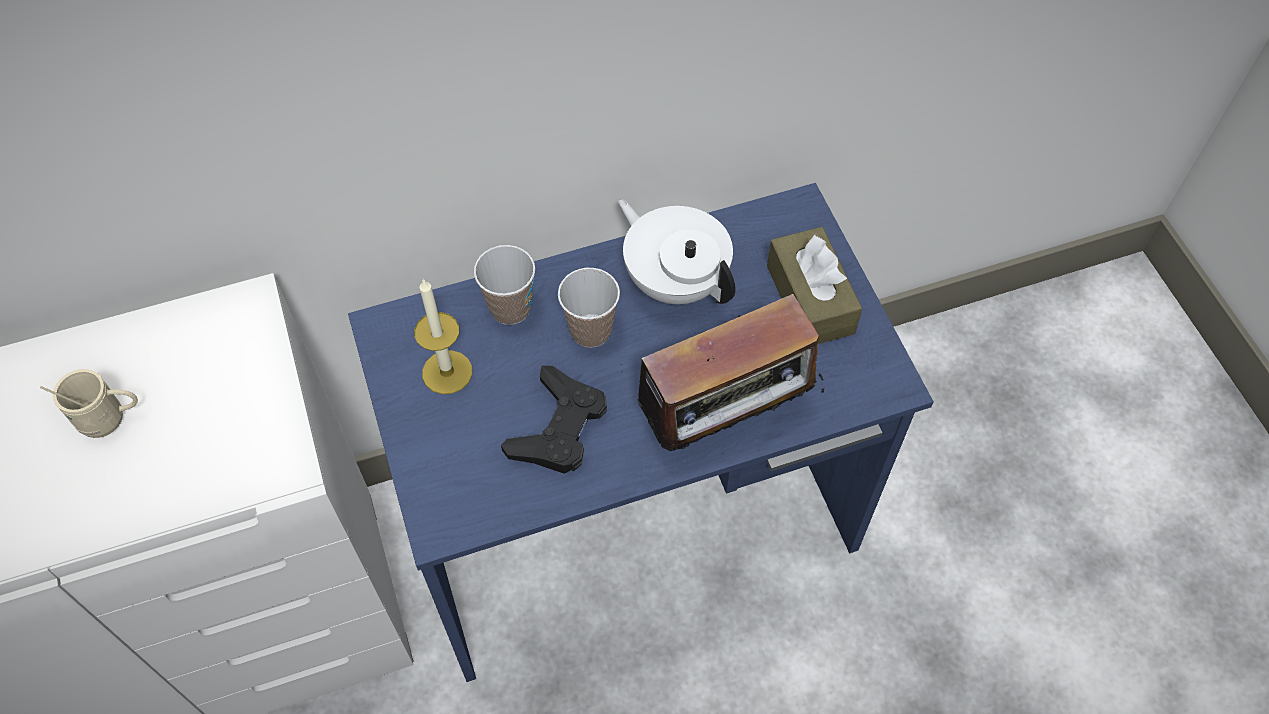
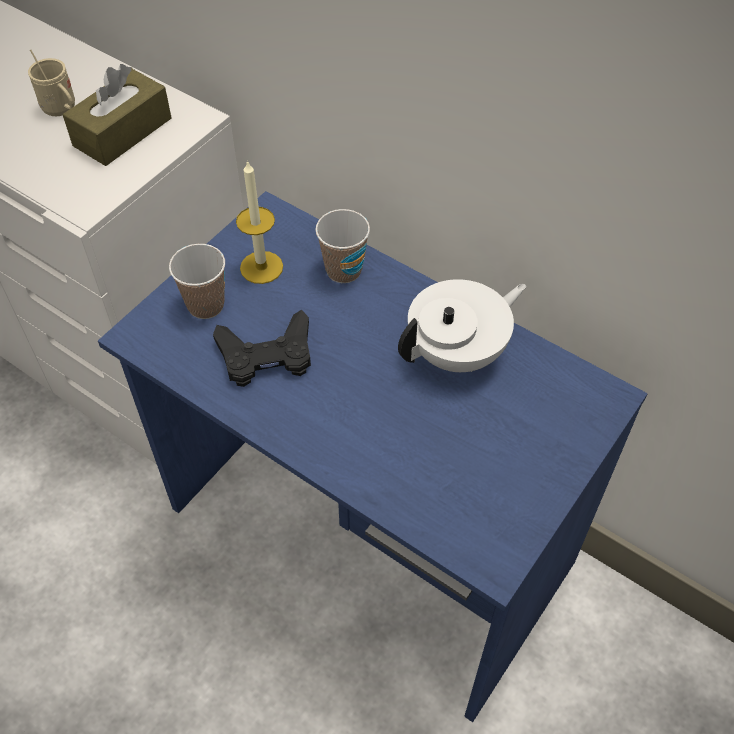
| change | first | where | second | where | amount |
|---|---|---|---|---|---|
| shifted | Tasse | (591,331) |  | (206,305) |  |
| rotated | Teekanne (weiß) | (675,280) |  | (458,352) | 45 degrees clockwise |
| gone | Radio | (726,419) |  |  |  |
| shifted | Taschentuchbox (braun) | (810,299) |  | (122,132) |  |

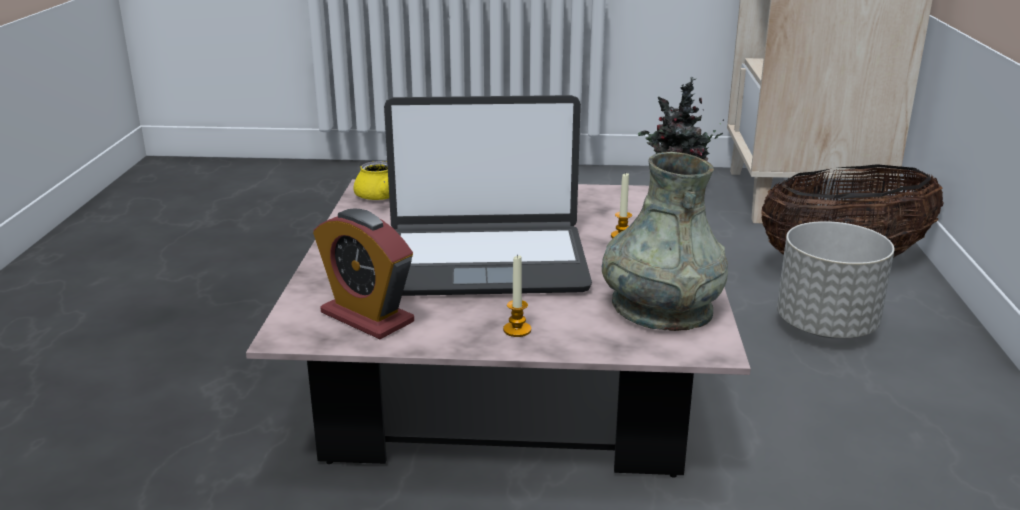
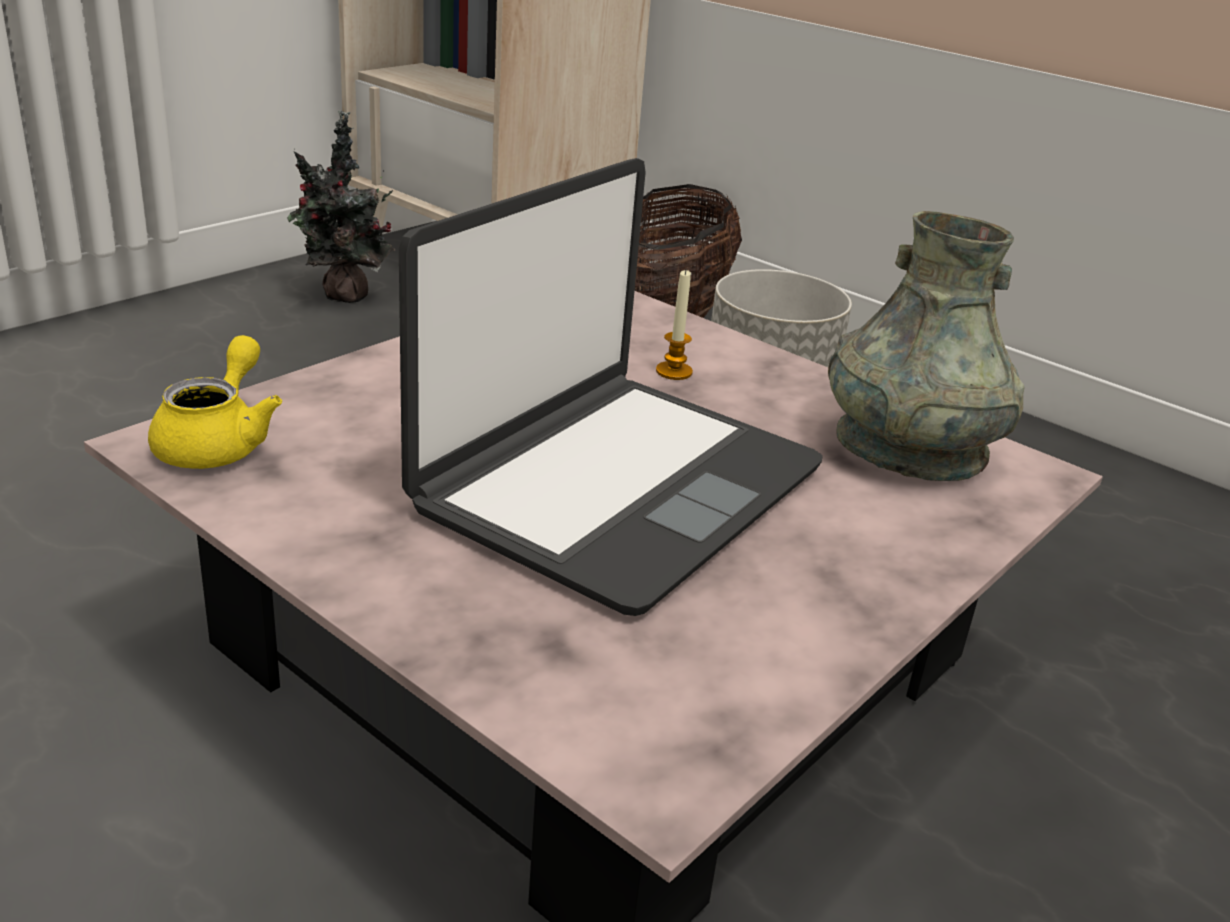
| change | first | where | second | where | amount |
|---|---|---|---|---|---|
| gone | Wecker | (367,317) |  |  |  |
| gone | Kerze | (517,330) |  |  |  |

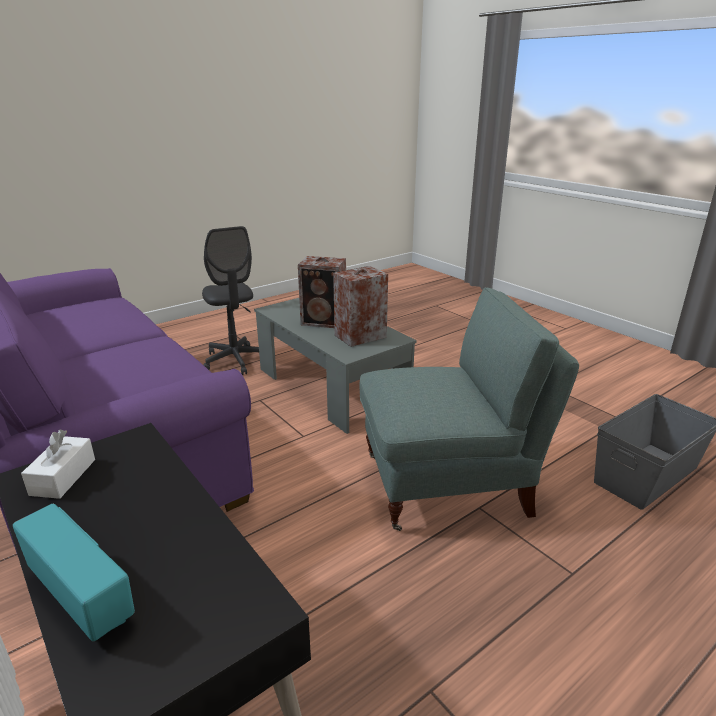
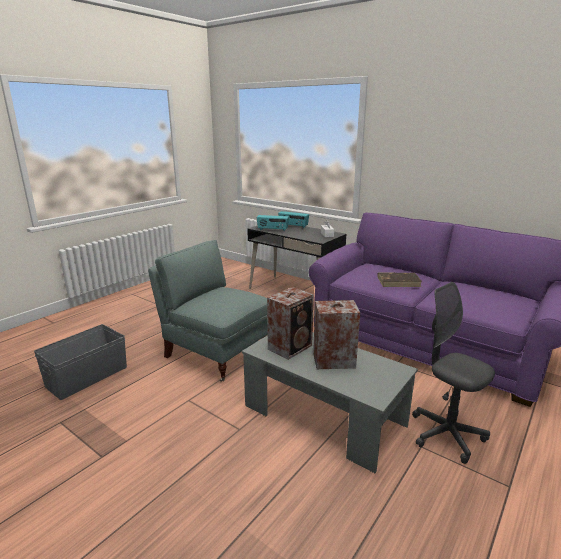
| change | first | where | second | where | amount |
|---|---|---|---|---|---|
| rotated | Sessel (grau) | (447,484) |  | (216,354) | 60 degrees clockwise |
| new |  |  | Radio | (272,230) |  |
| new |  |  | Buch (braun) | (399,281) |  |

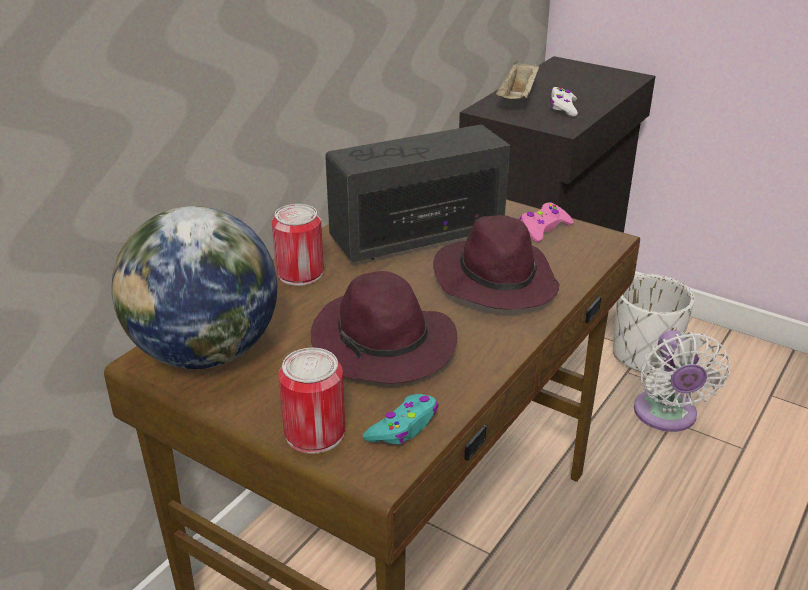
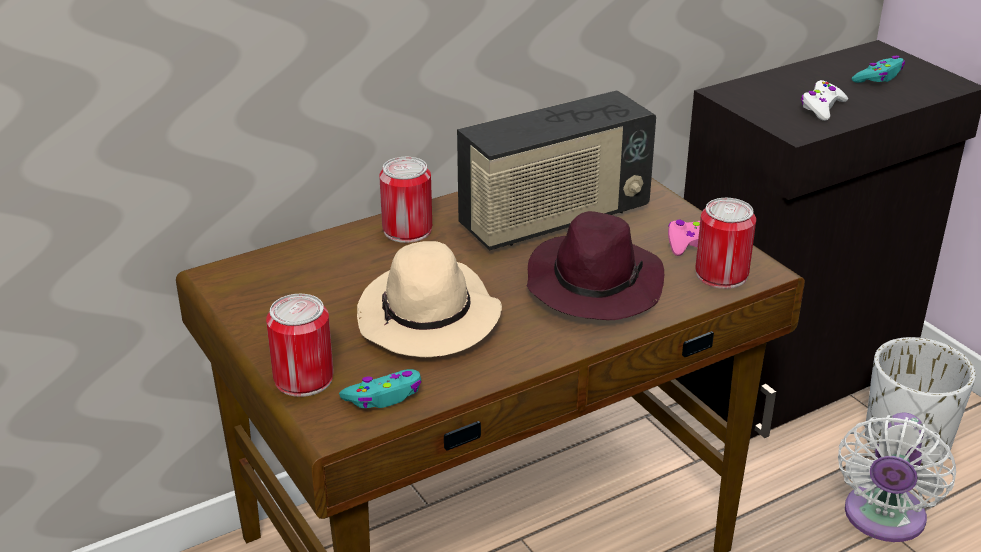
| change | first | where | second | where | amount |
|---|---|---|---|---|---|
| gone | Globus | (205,353) |  |  |  |
| repainted | Hut (lila) | (384,345) | Hut (beige) | (429,319) |  |
| rotated | Radio | (417,236) |  | (554,219) | 150 degrees clockwise |
| gone | Tablett (beige) | (518,98) |  |  |  |
| new |  |  | Dose | (721,274) |  |
| new |  |  | Gamepad (türkis) | (878,77) |  |

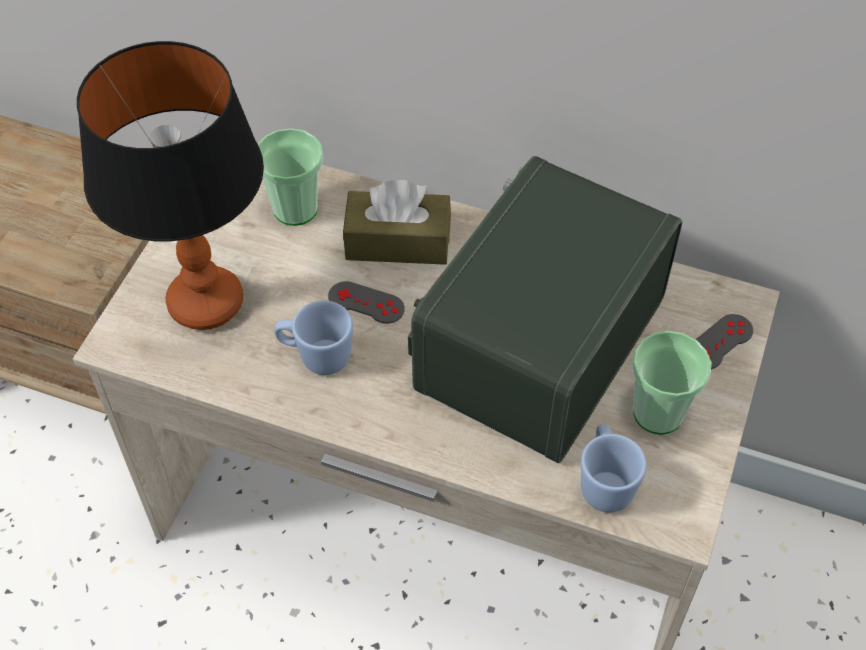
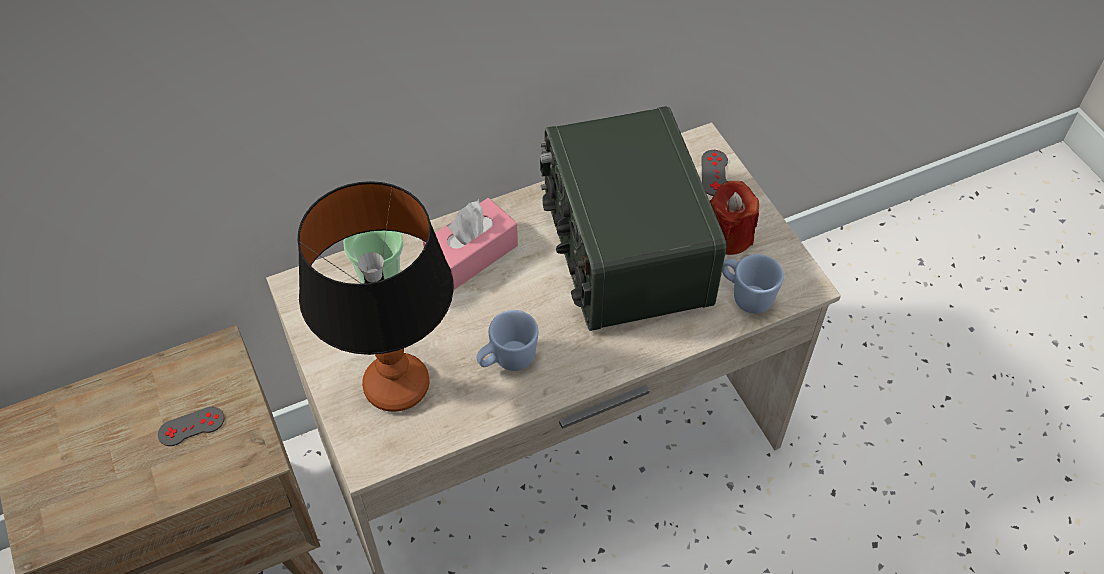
| change | first | where | second | where | amount |
|---|---|---|---|---|---|
| shifted | Gamepad (grau) | (366,303) |  | (191,426) |  |
| repainted | Taschentuchbox (braun) | (398,242) | Taschentuchbox (rosa) | (472,254) |  |
| swapped | Tasse | (658,413) | Kerze (rot) | (728,237) |  |

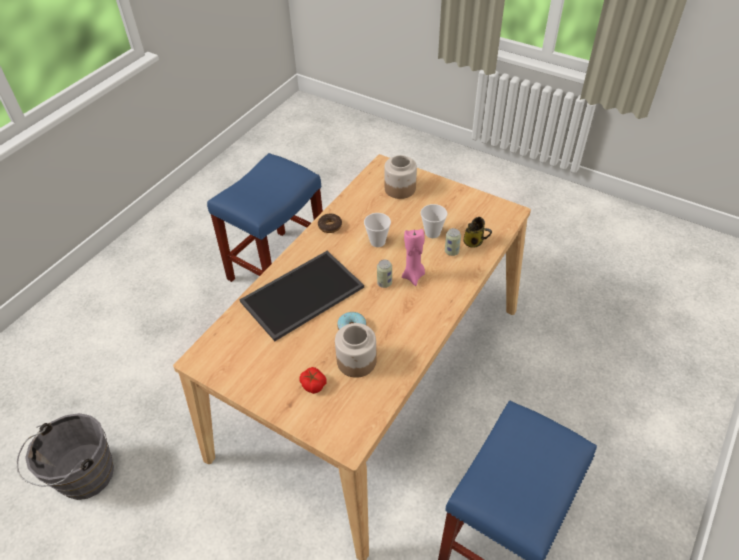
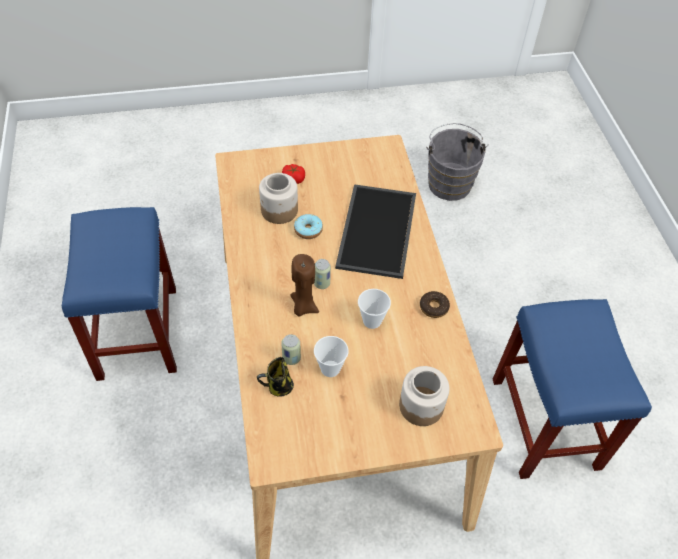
| change | first | where | second | where | amount |
|---|---|---|---|---|---|
| repainted | Kerze (rosa) | (413,276) | Kerze (braun) | (303,307) |  |

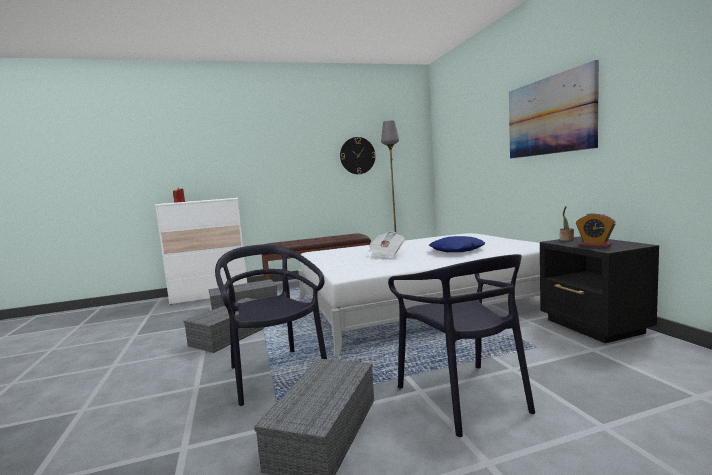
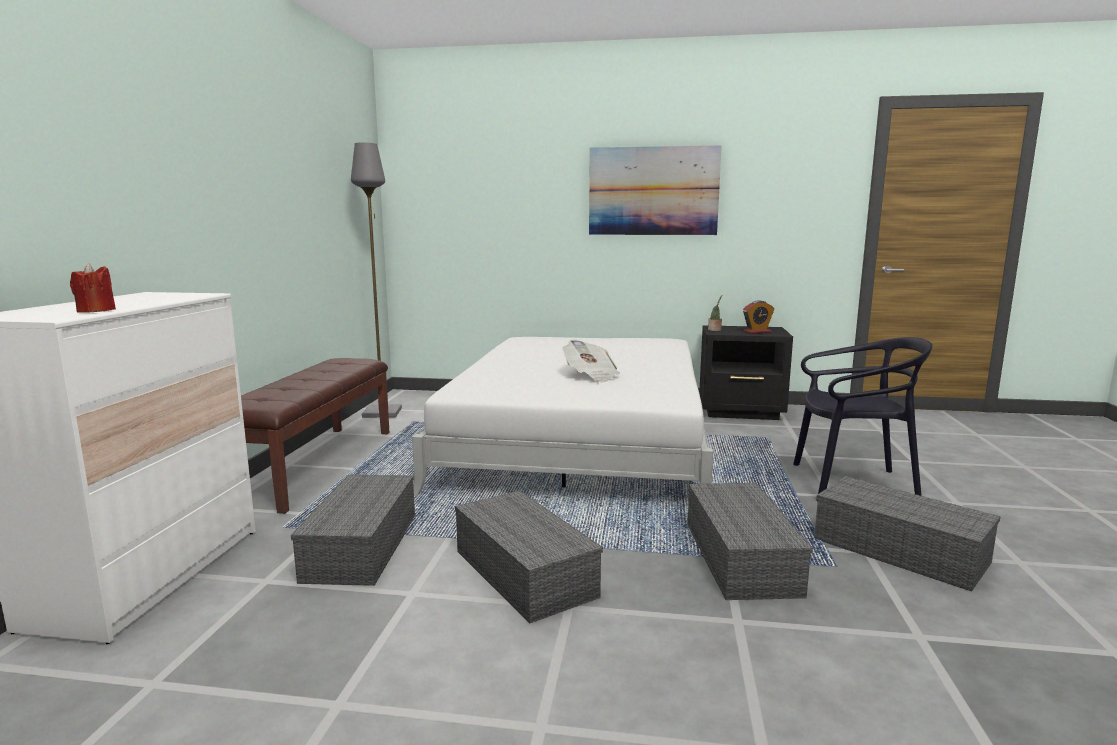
| change | first | where | second | where | amount |
|---|---|---|---|---|---|
| swapped | Stuhl (schwarz) | (275,374) | Aufbewahrungsbox (grau) | (738,557) |  |
| gone | Wanduhr | (357,155) |  |  |  |
| gone | Kissen (blau) | (457,250) |  |  |  |

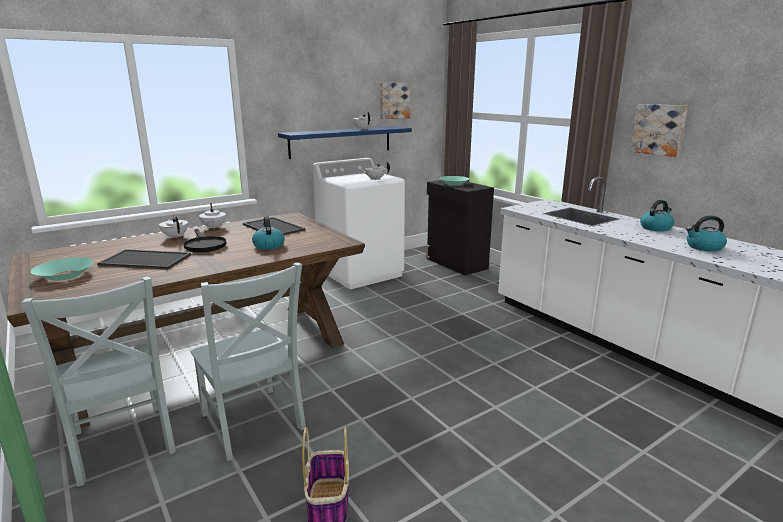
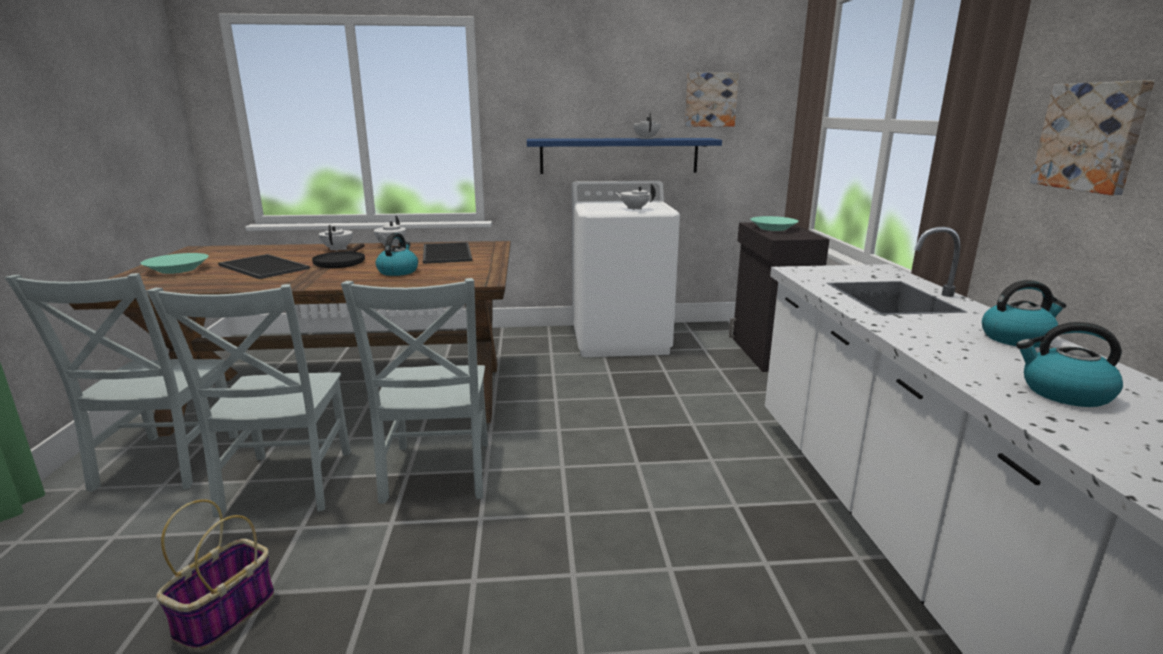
| change | first | where | second | where | amount |
|---|---|---|---|---|---|
| new |  |  | Stuhl (grau) | (436,474) |  |

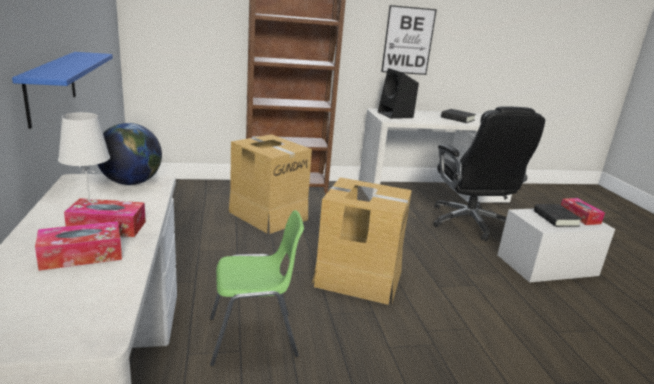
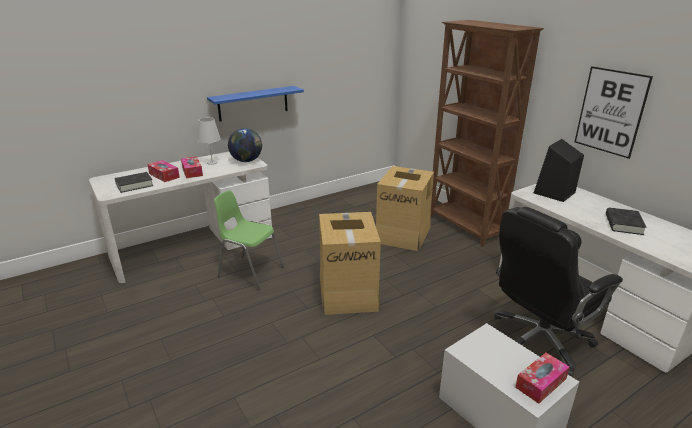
| change | first | where | second | where | amount |
|---|---|---|---|---|---|
| rotated | Stuhl (grün) | (253,338) |  | (250,272) | 150 degrees clockwise |
| shifted | Buch (schwarz) | (555,219) |  | (134,185) |  |

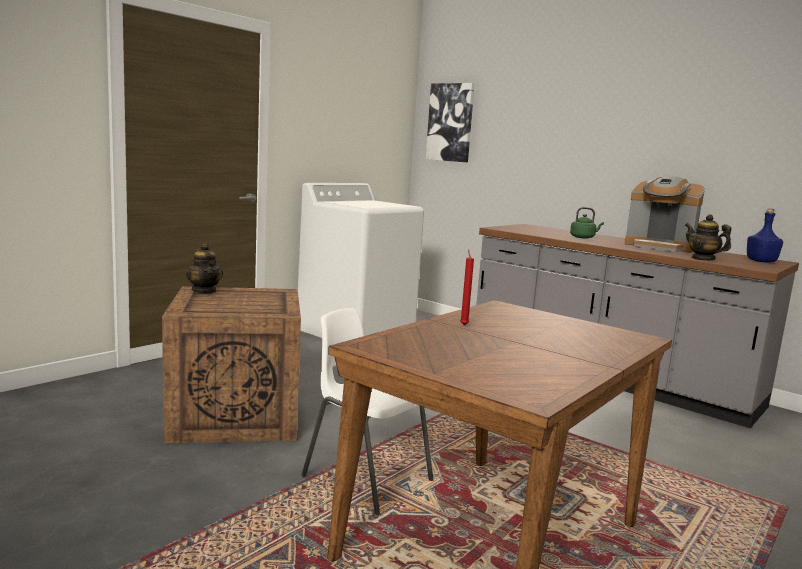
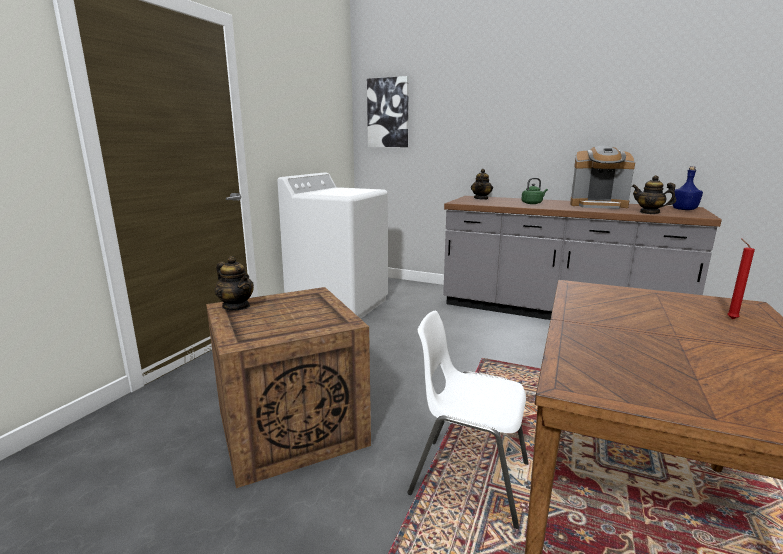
| change | first | where | second | where | amount |
|---|---|---|---|---|---|
| shifted | Kerze (rot) | (463,325) |  | (730,318) |  |
| new |  |  | Teekanne | (481,198) |  |

